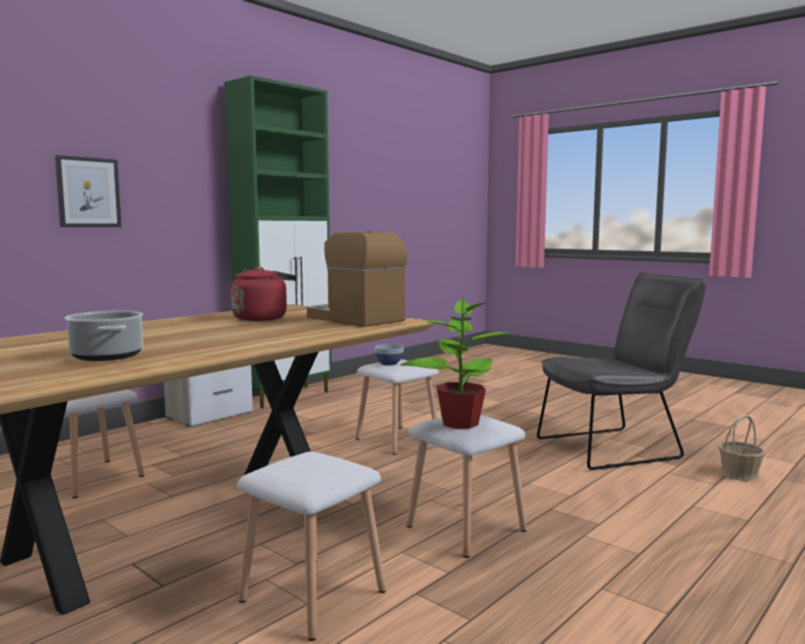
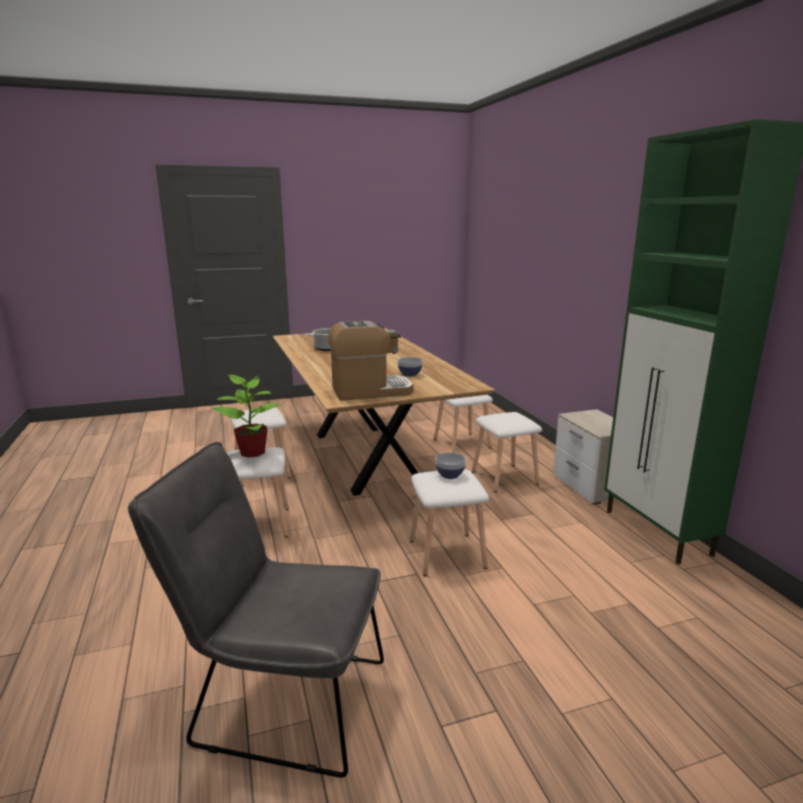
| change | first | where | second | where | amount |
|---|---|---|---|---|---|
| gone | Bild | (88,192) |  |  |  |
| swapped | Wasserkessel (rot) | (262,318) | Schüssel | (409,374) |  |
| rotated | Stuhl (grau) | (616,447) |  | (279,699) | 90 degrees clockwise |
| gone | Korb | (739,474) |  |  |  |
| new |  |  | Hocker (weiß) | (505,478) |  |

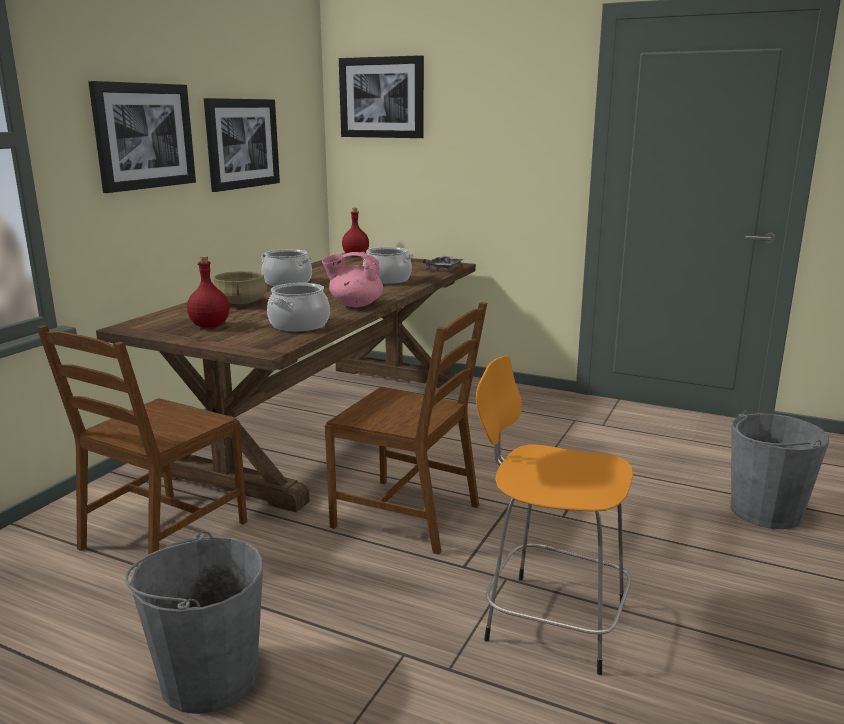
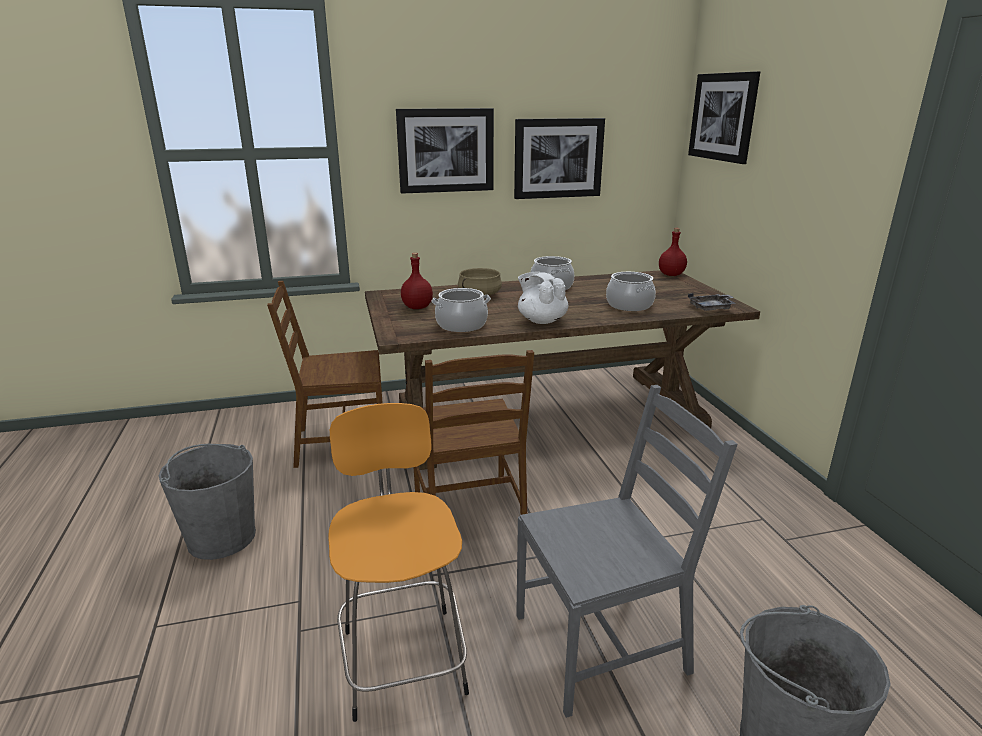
| change | first | where | second | where | amount |
|---|---|---|---|---|---|
| repainted | Teekanne (rosa) | (355,304) | Teekanne (weiß) | (541,320) |  |
| new |  |  | Stuhl (grau) | (602,643) |  |

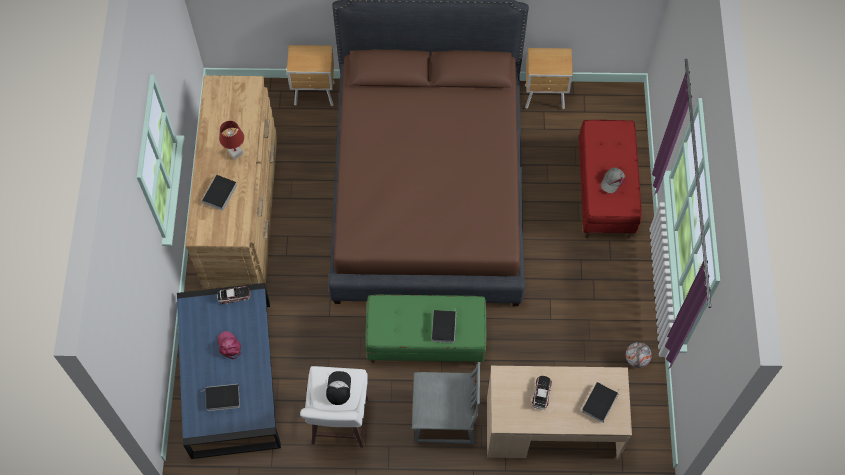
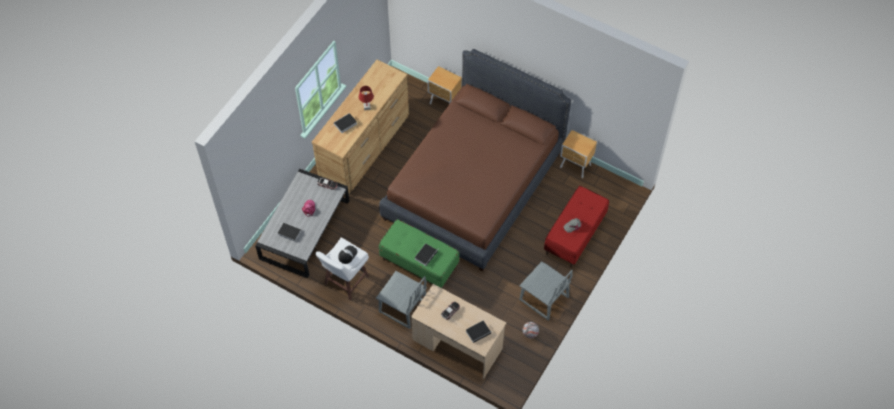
| change | first | where | second | where | amount |
|---|---|---|---|---|---|
| repainted | Couchtisch (blau) | (231,377) | Couchtisch (grau) | (304,229) |  |
| new |  |  | Stuhl (grau) | (543,299) |  |

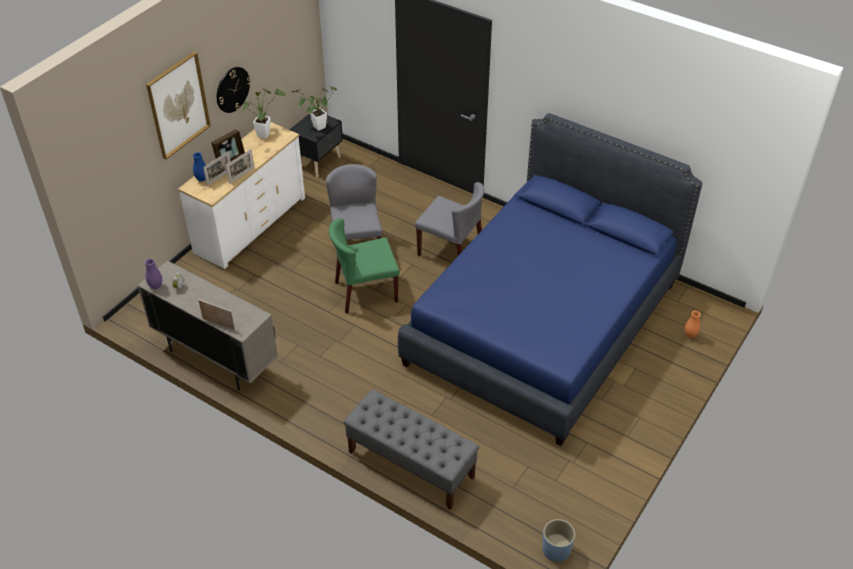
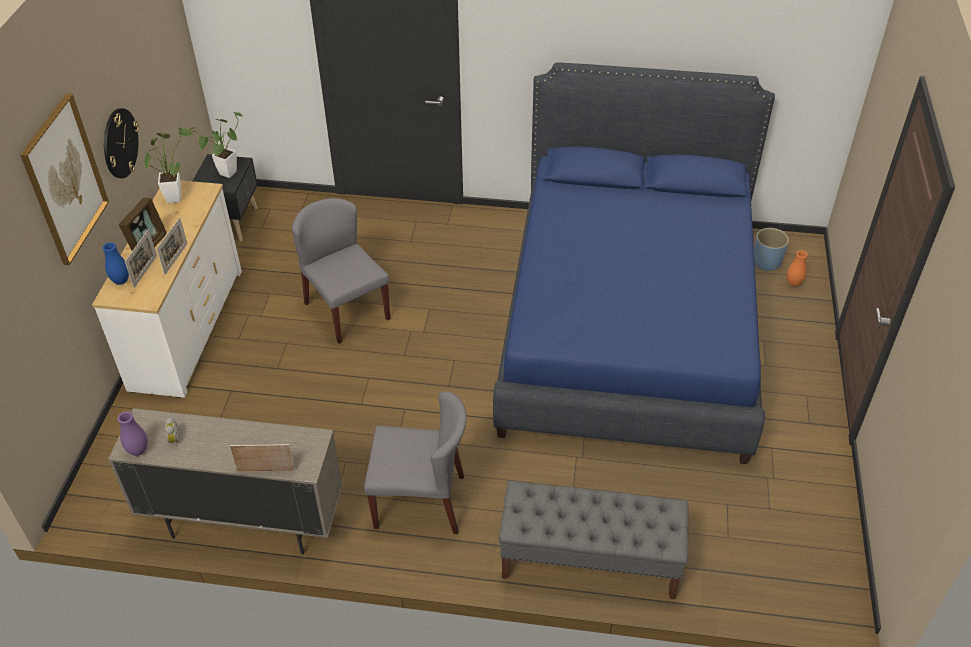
| change | first | where | second | where | amount |
|---|---|---|---|---|---|
| gone | Stuhl (grün) | (365,292) |  |  |  |
| shifted | Stuhl (grau) | (451,251) |  | (420,501) |  |
| shifted | Pflanzkübel (blau) | (556,550) |  | (766,262) |  |

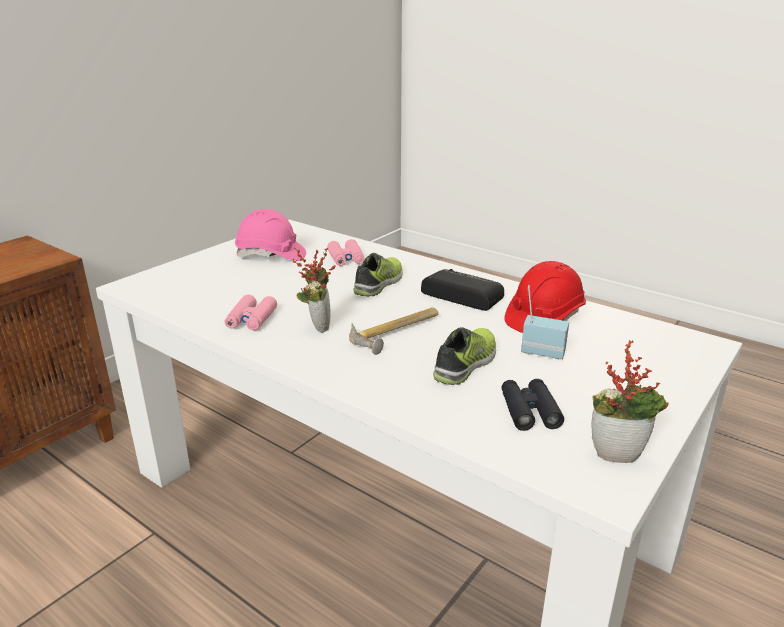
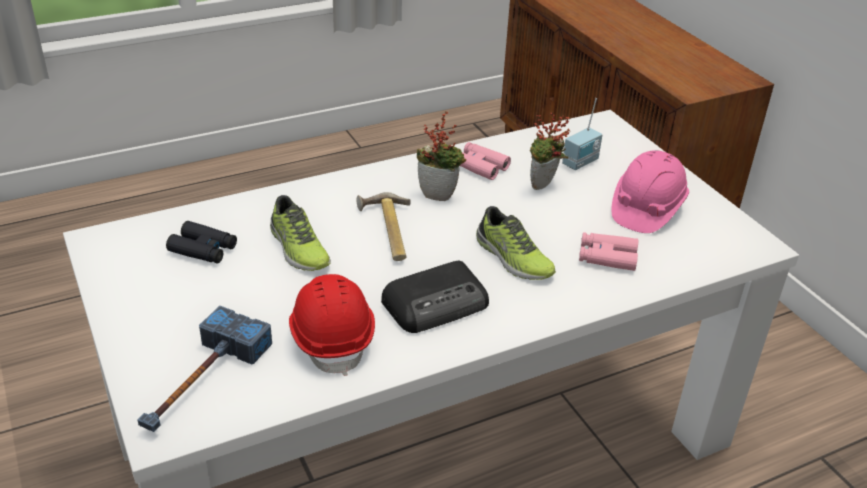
| change | first | where | second | where | amount |
|---|---|---|---|---|---|
| shifted | Radio | (543,352) |  | (581,163) |  |
| shifted | Topfpflanze | (618,453) |  | (544,186) |  |
| new |  |  | Hammer | (201,382) |  |

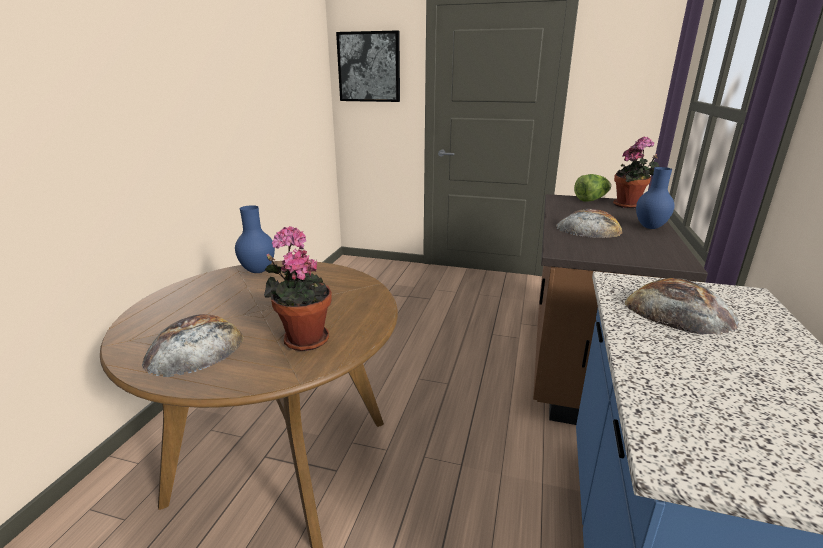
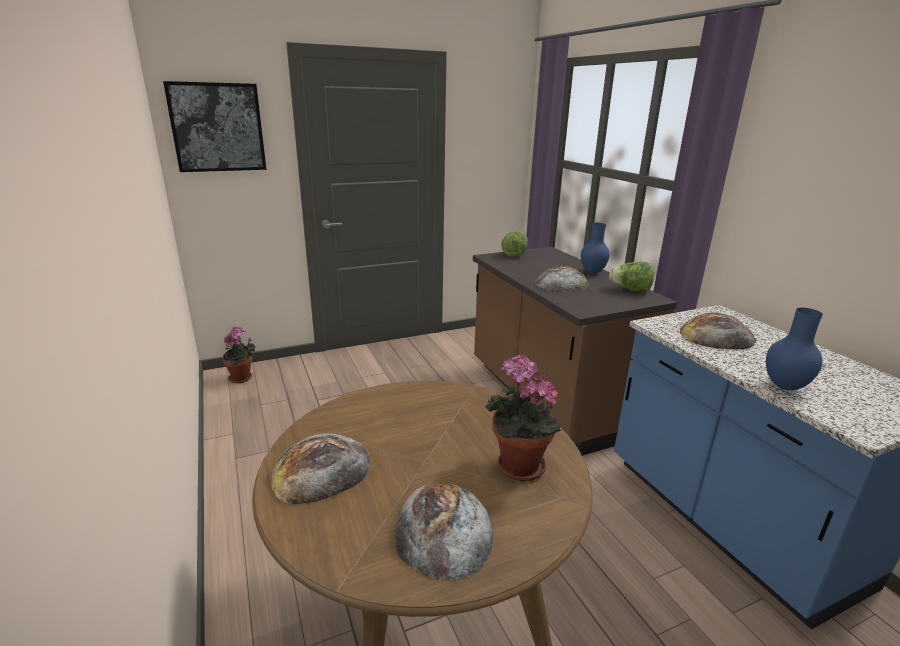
| change | first | where | second | where | amount |
|---|---|---|---|---|---|
| shifted | Vase (blau) | (257,271) |  | (784,387) |  |
| shifted | Topfpflanze | (629,205) |  | (242,378) |  |
| new |  |  | Brot | (321,469) |  |
| new |  |  | Salatkopf | (631,290) |  |

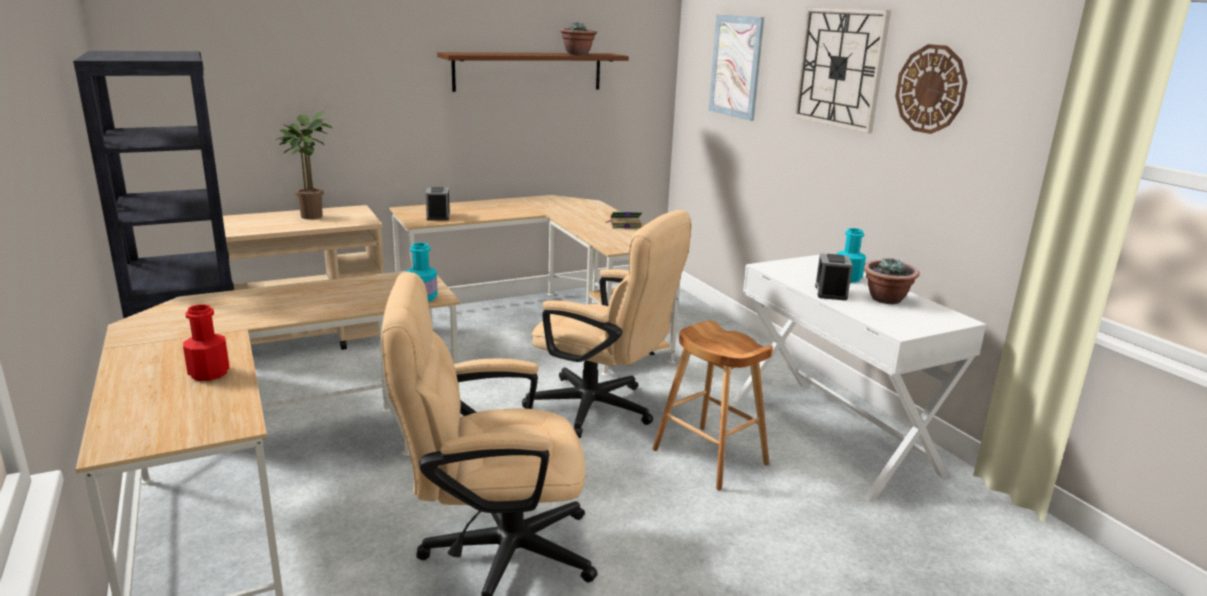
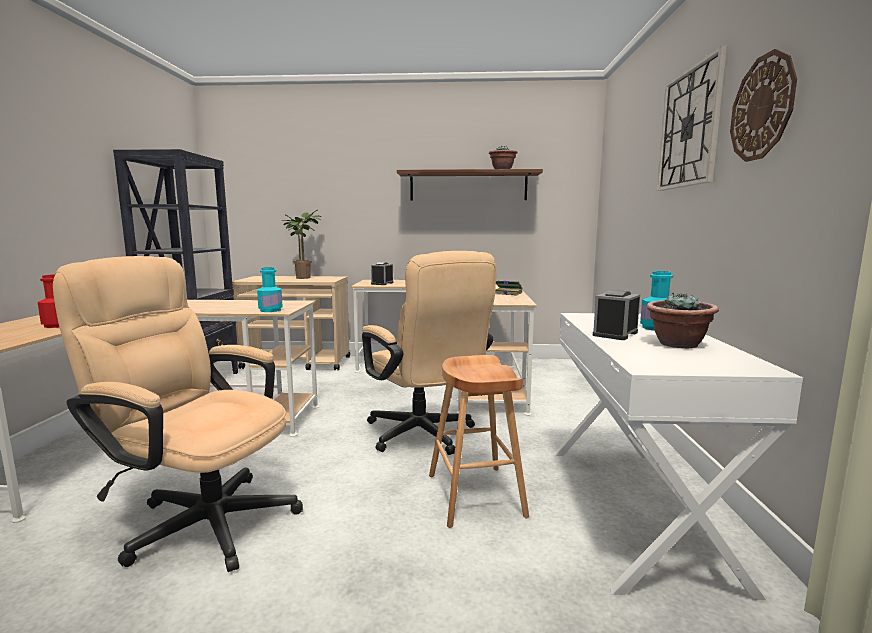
| change | first | where | second | where | amount |
|---|---|---|---|---|---|
| gone | Bild | (736,66) |  |  |  |

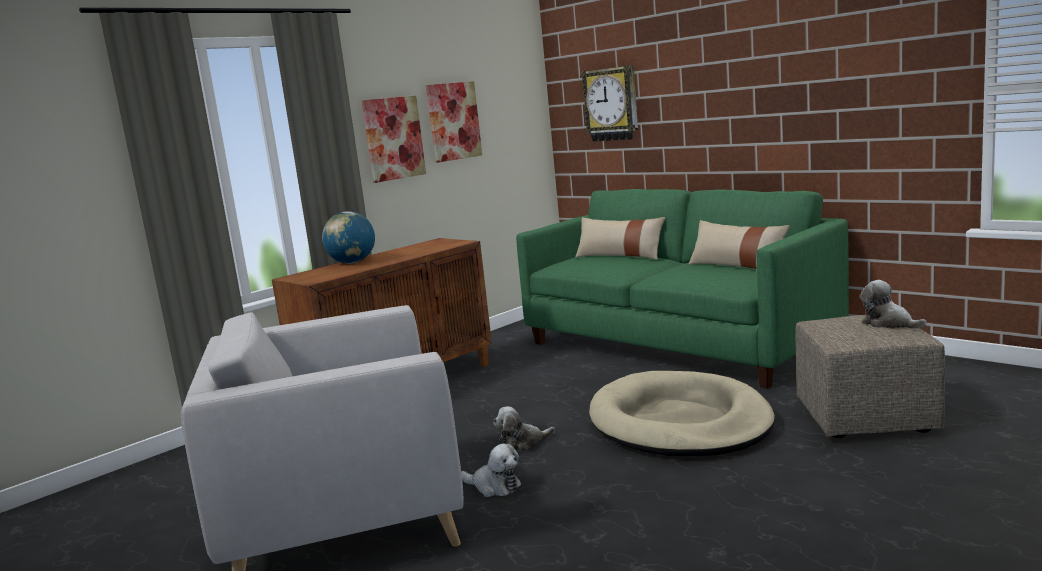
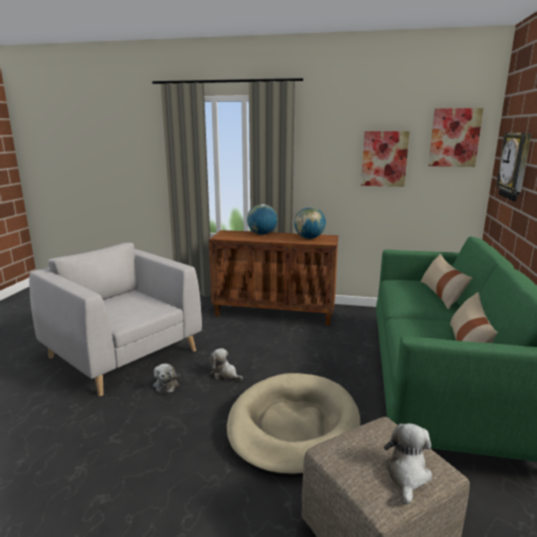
| change | first | where | second | where | amount |
|---|---|---|---|---|---|
| shifted | Bild | (393,138) |  | (454,137) |  |
| new |  |  | Globus | (309,238) |  |

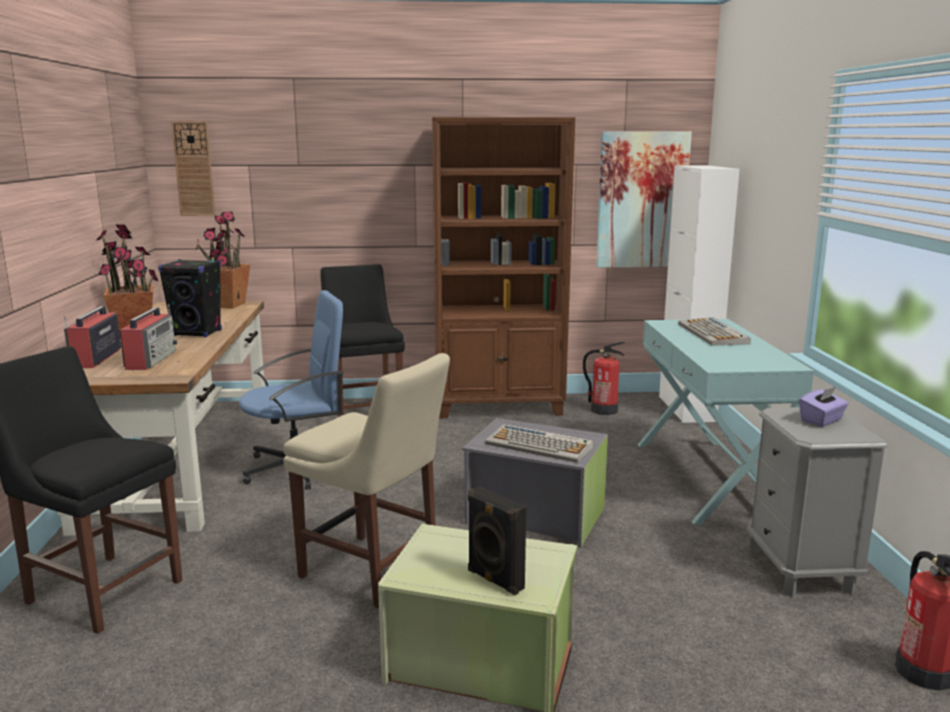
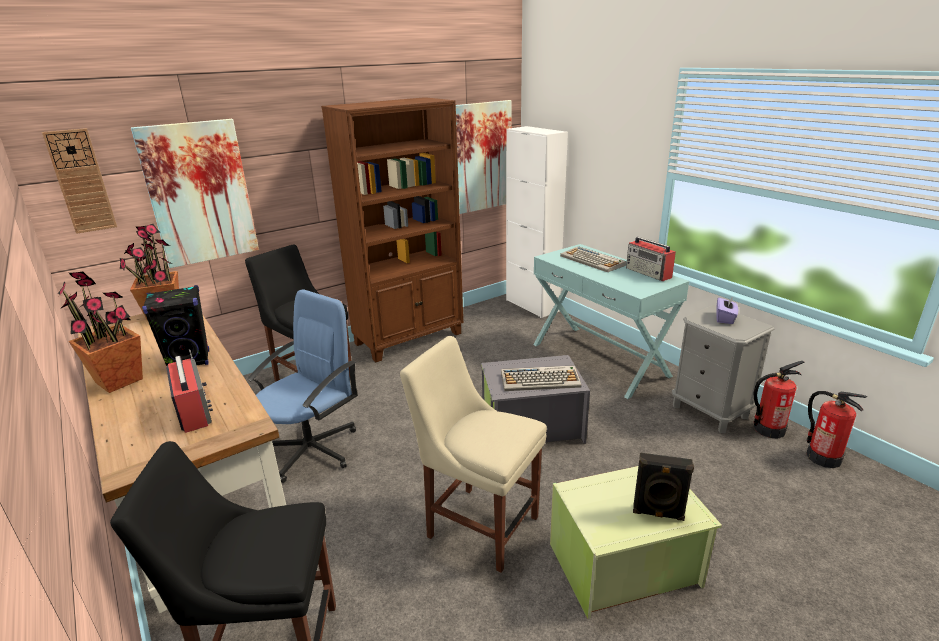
| change | first | where | second | where | amount |
|---|---|---|---|---|---|
| shifted | Radio | (96,359) |  | (648,273) |  |
| rotated | Stuhl (beige) | (373,572) |  | (478,524) | 150 degrees counterclockwise |
| shifted | Feuerlöscher | (603,410) |  | (768,429) |  |
| new |  |  | Bild | (200,193) |  |

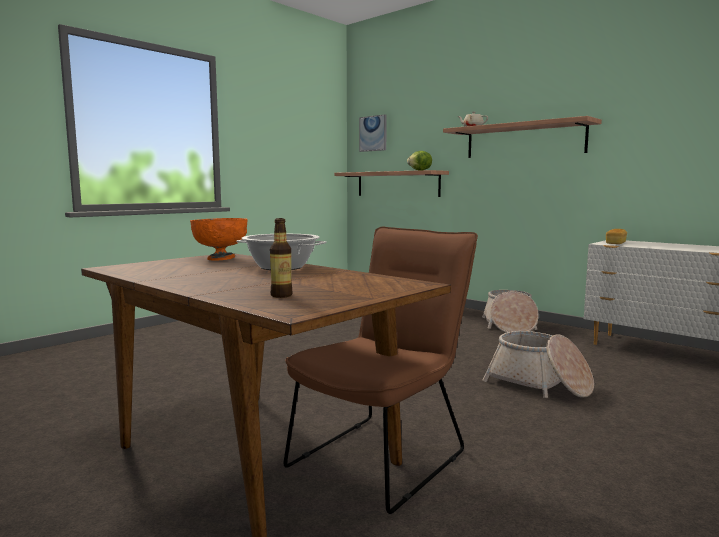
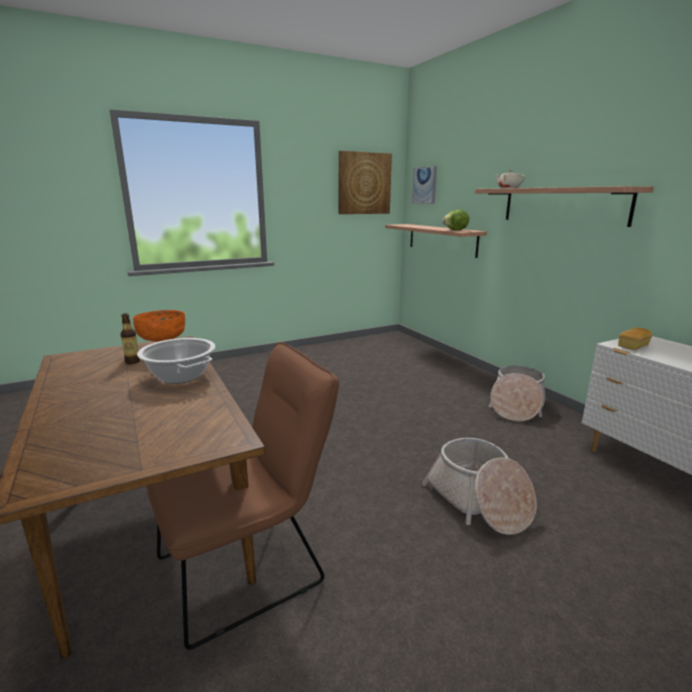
| change | first | where | second | where | amount |
|---|---|---|---|---|---|
| shifted | Flasche | (281,295) |  | (132,362) |  |
| new |  |  | Bild | (364,183) |  |

